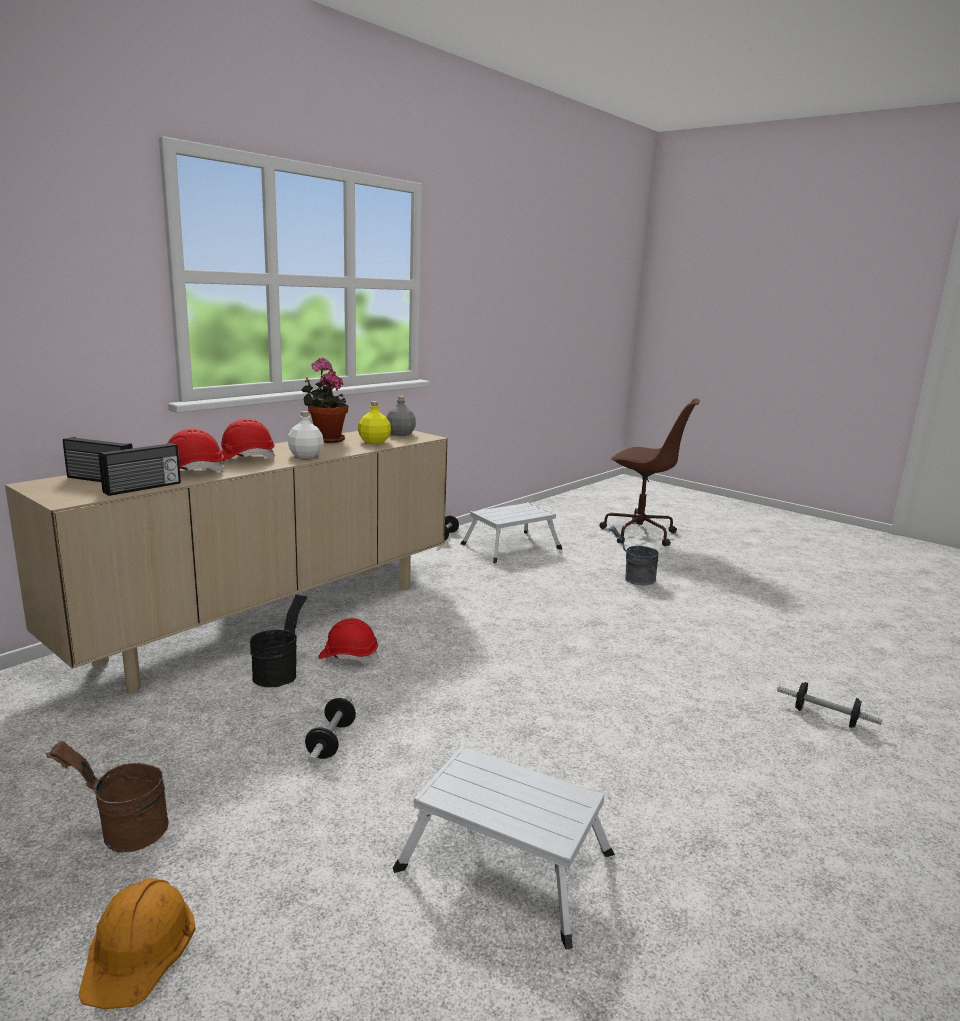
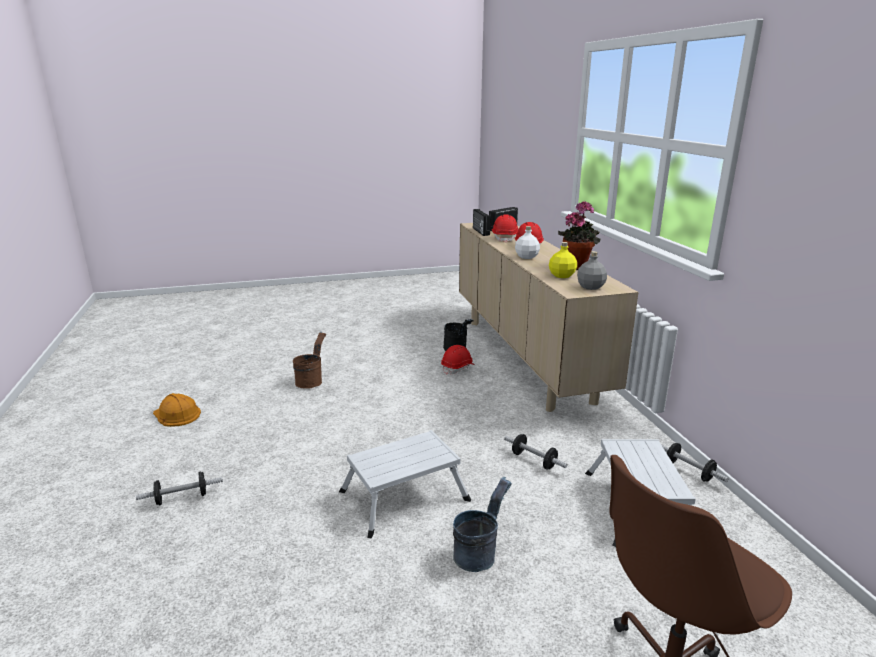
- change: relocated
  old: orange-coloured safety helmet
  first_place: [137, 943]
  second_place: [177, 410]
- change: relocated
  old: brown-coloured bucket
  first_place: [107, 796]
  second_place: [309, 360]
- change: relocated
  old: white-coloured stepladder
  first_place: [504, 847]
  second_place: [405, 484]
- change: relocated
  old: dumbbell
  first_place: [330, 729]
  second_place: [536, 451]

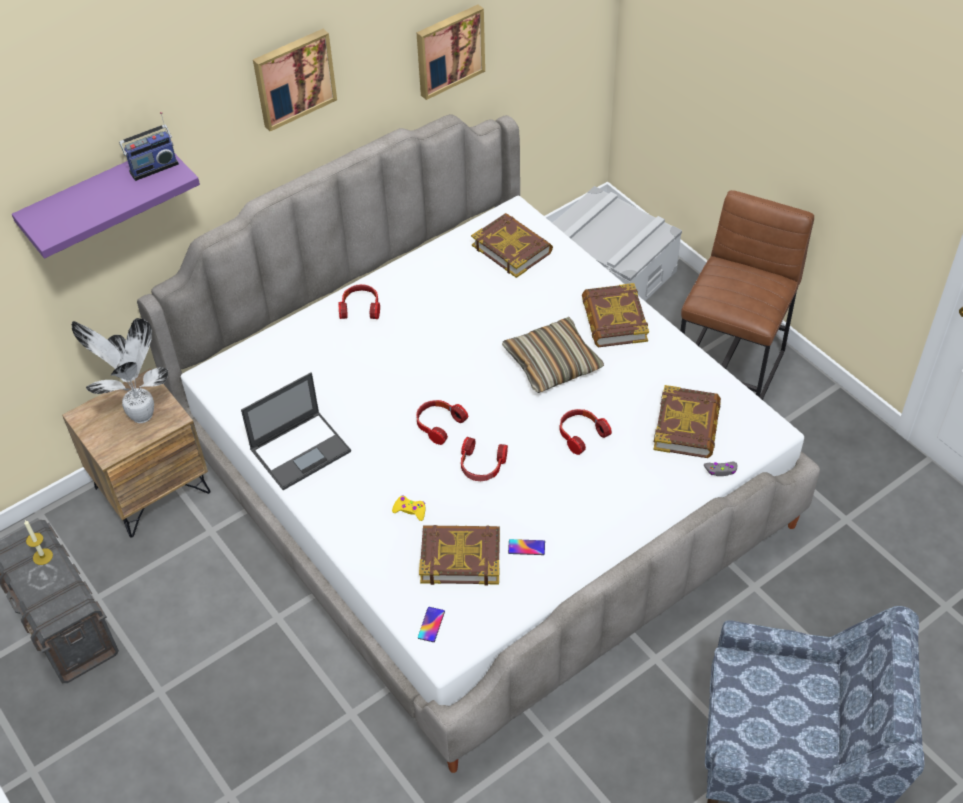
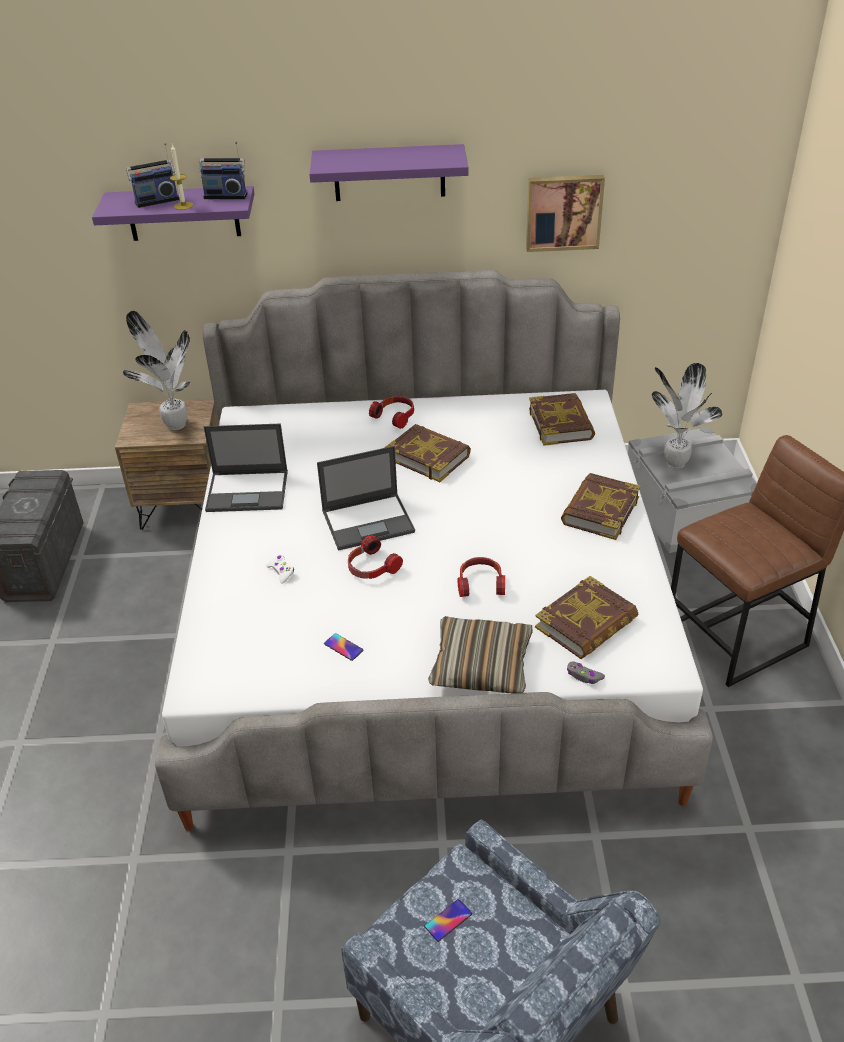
- change: appeared
  new: radio set
  second_place: [152, 175]
- change: relocated
  old: candle
  first_place: [38, 542]
  second_place: [181, 177]
- change: colour
  old: yellowish game controller
  new: white-coloured game controller
  first_place: [408, 508]
  second_place: [280, 569]
- change: exchanged
  old: wall picture
  new: purple wall shelf
  first_place: [295, 80]
  second_place: [388, 172]
- change: exchanged
  old: headphones
  new: portable computer
  first_place: [442, 422]
  second_place: [366, 498]
- change: relocated
  old: volume
  first_place: [459, 555]
  second_place: [428, 453]
- change: relocated
  old: telephone
  first_place: [431, 624]
  second_place: [448, 920]
- change: relocated
  old: cushion
  first_place: [553, 355]
  second_place: [480, 654]
- change: appeared
  new: plant in a pot
  second_place: [687, 416]

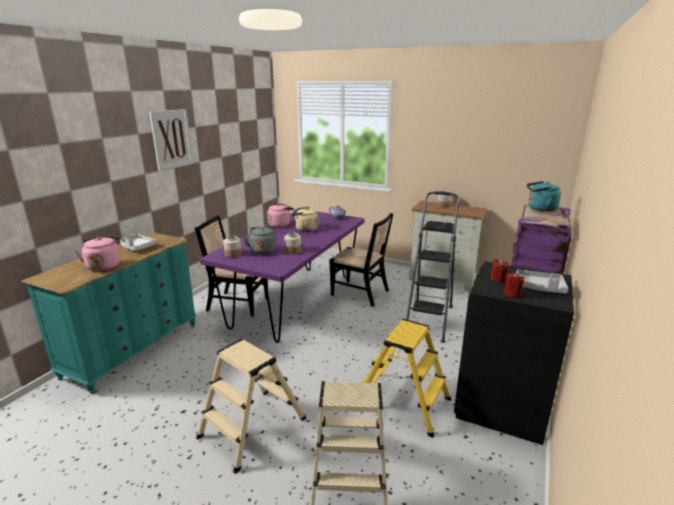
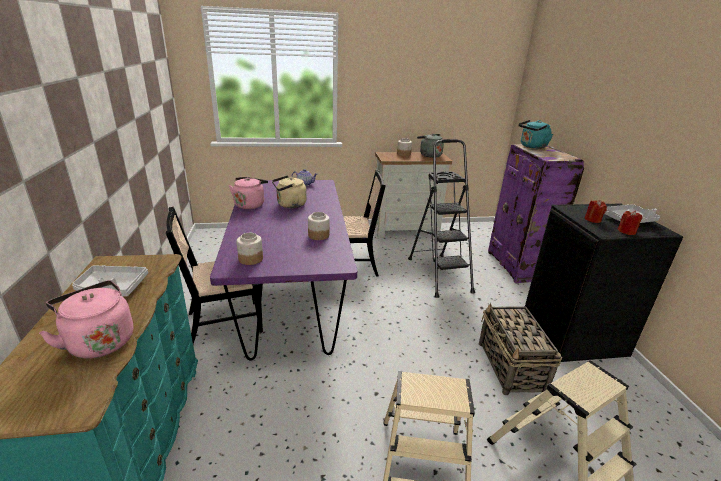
- change: relocated
  old: gray kettle
  first_place: [260, 241]
  second_place: [430, 146]
- change: exchanged
  old: yellowish stepladder
  new: storage basket
  first_place: [406, 378]
  second_place: [520, 349]
- change: missing
  old: wall picture
  first_place: [171, 140]

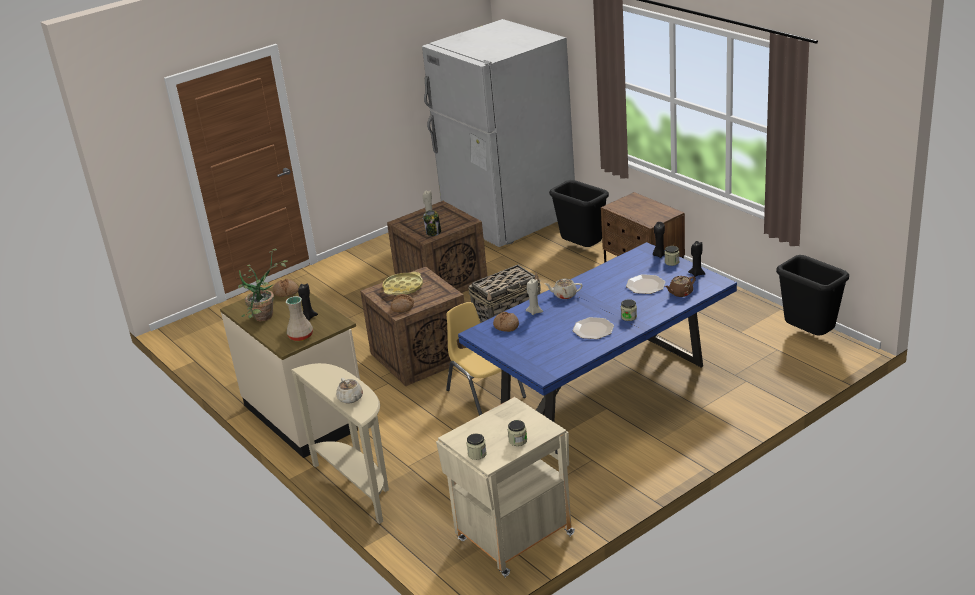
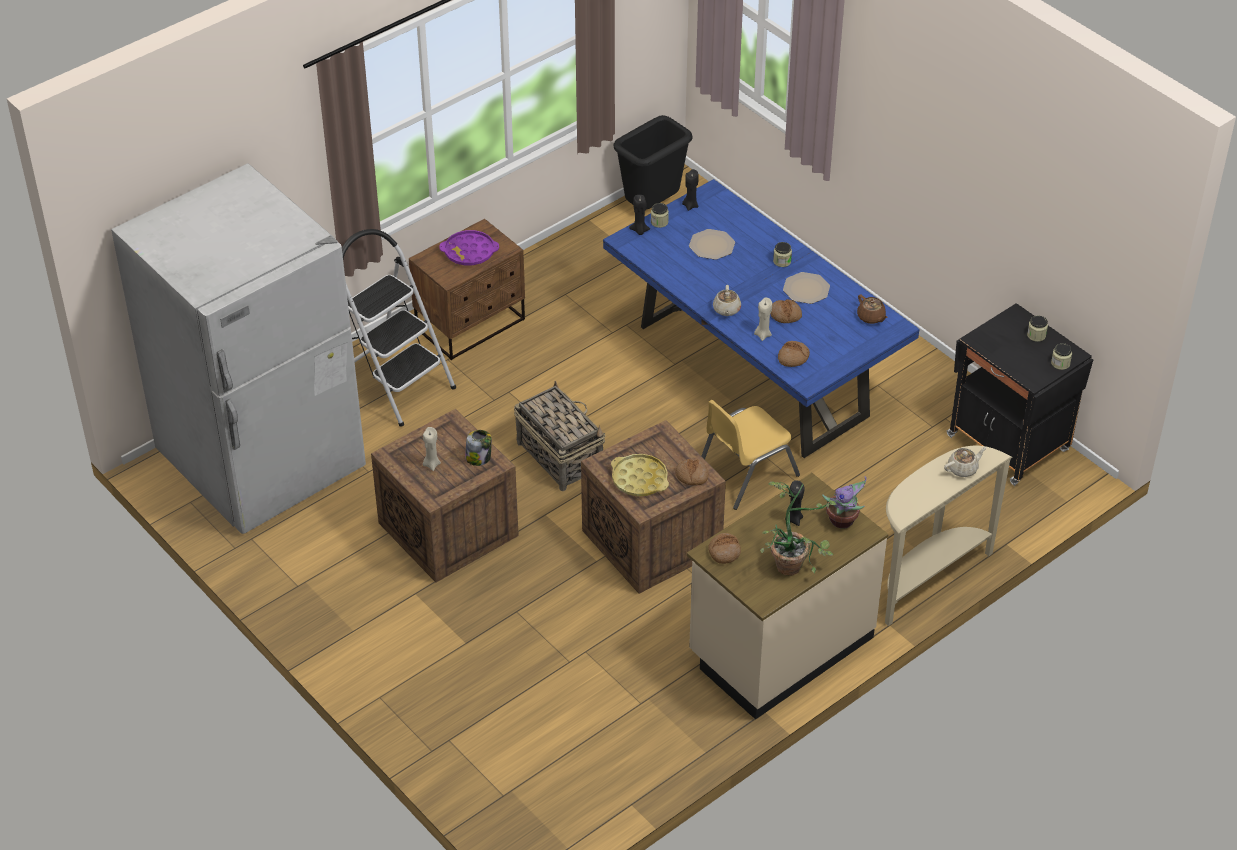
- change: exchanged
  old: black-coloured waste bin
  new: stepladder
  first_place: [579, 213]
  second_place: [399, 328]
- change: appeared
  new: purple serving tray
  second_place: [469, 247]
- change: appeared
  new: baked bread
  second_place: [786, 311]
- change: exchanged
  old: sand-coloured vase
  new: plant in a pot
  first_place: [299, 319]
  second_place: [844, 502]
- change: relocated
  old: brown-coloured teapot
  first_place: [680, 286]
  second_place: [872, 309]
- change: colour
  old: sand-coloured cart
  new: black-coloured cart
  first_place: [505, 487]
  second_place: [1019, 395]

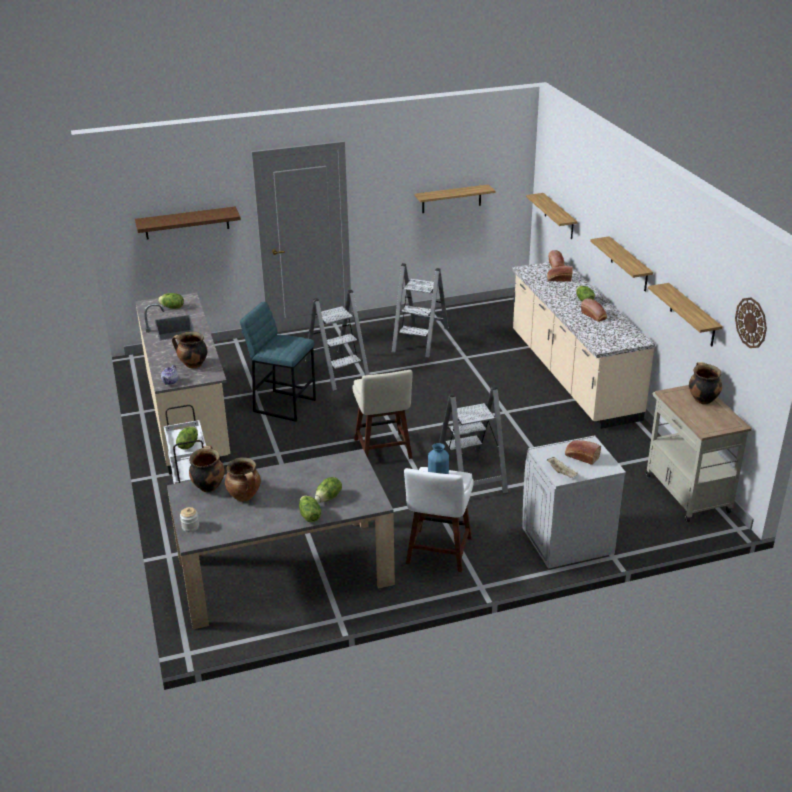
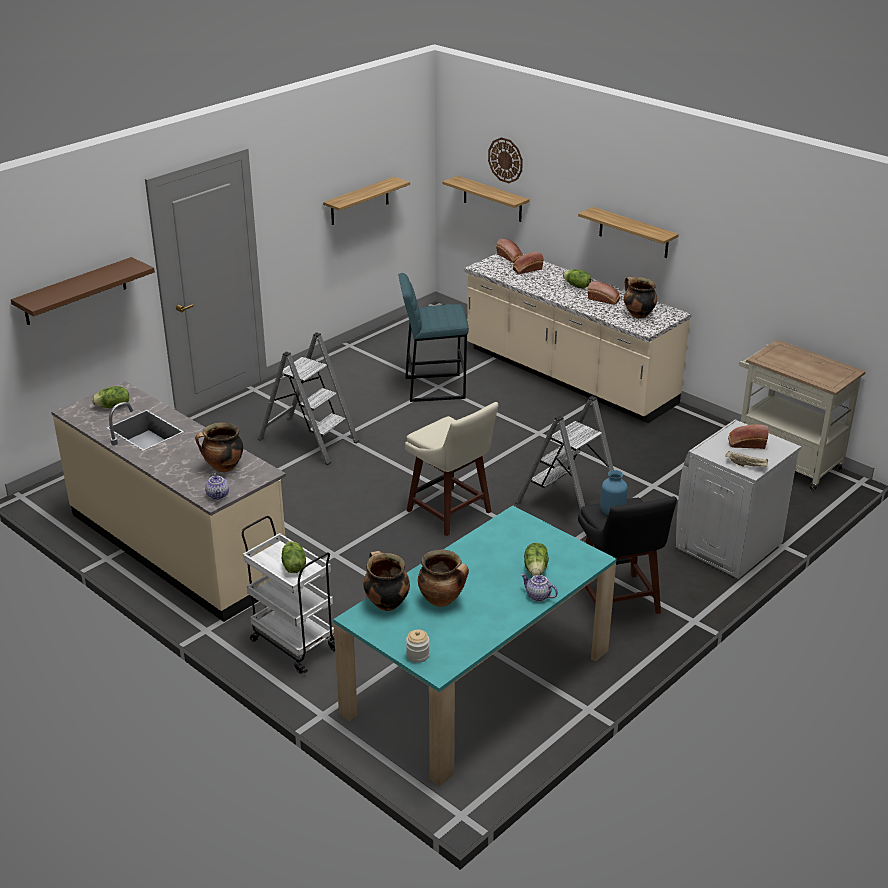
- change: colour
  old: gray kitchen table
  new: turquoise kitchen table
  first_place: [281, 539]
  second_place: [474, 645]
- change: relocated
  old: turquoise stool
  first_place: [278, 362]
  second_place: [433, 337]
- change: relocated
  old: hanging clock
  first_place: [751, 322]
  second_place: [505, 160]
- change: exchanged
  old: lettuce head
  new: teapot
  first_place: [310, 509]
  second_place: [539, 587]
- change: colour
  old: white-coloured stool
  new: black-coloured stool
  first_place: [439, 519]
  second_place: [627, 555]
- change: relocated
  old: stockpot
  first_place: [705, 383]
  second_place: [640, 297]
- change: missing
  old: gray stepladder
  first_place: [420, 311]
- change: missing
  old: wall shelf
  first_place: [685, 314]

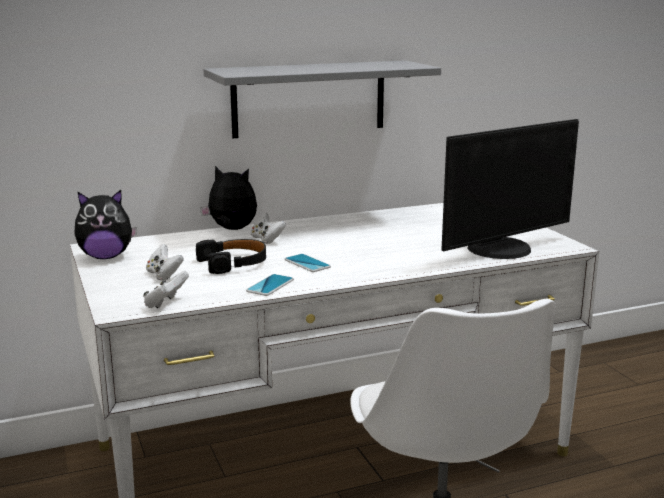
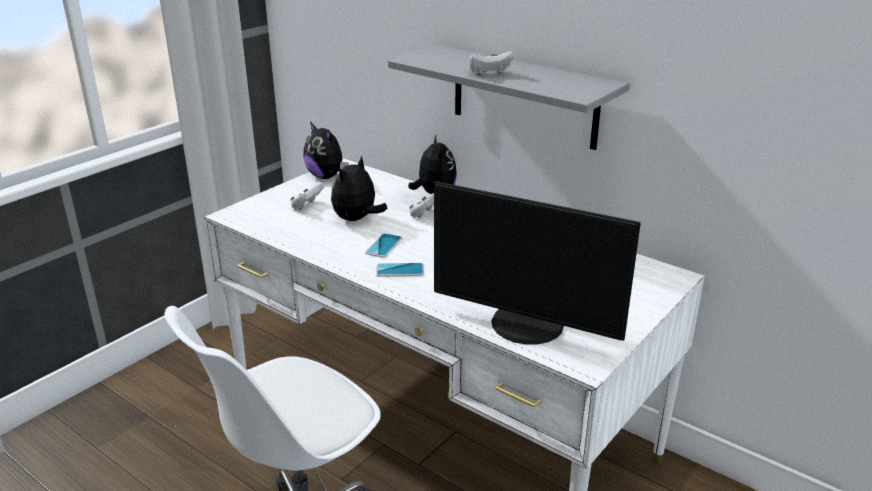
- change: exchanged
  old: black-coloured headphones
  new: cuddly toy
  first_place: [231, 256]
  second_place: [359, 188]
- change: relocated
  old: telephone
  first_place: [270, 285]
  second_place: [400, 270]
- change: relocated
  old: white-coloured game controller
  first_place: [166, 290]
  second_place: [491, 62]

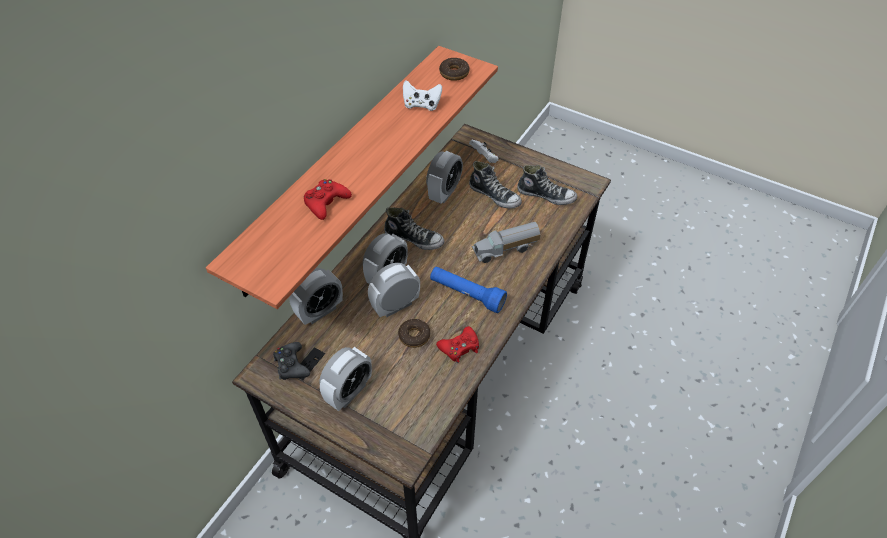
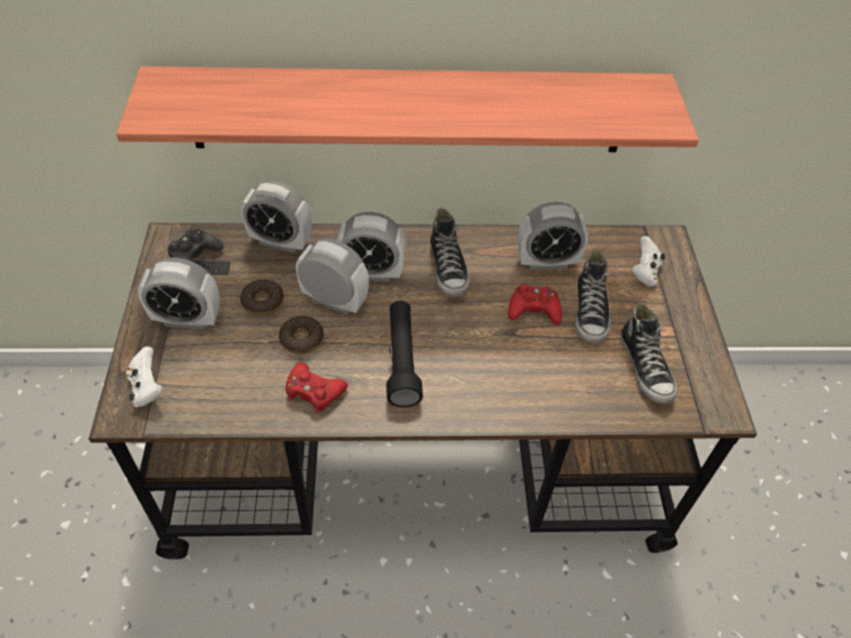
- change: relocated
  old: white-coloured game controller
  first_place: [422, 95]
  second_place: [144, 376]
- change: relocated
  old: donut
  first_place: [454, 69]
  second_place: [262, 298]
- change: colour
  old: blue-coloured flashlight
  new: black-coloured flashlight
  first_place: [468, 290]
  second_place: [404, 354]
- change: relocated
  old: red game controller
  first_place: [328, 199]
  second_place: [535, 304]
- change: missing
  old: model truck
  first_place: [506, 242]

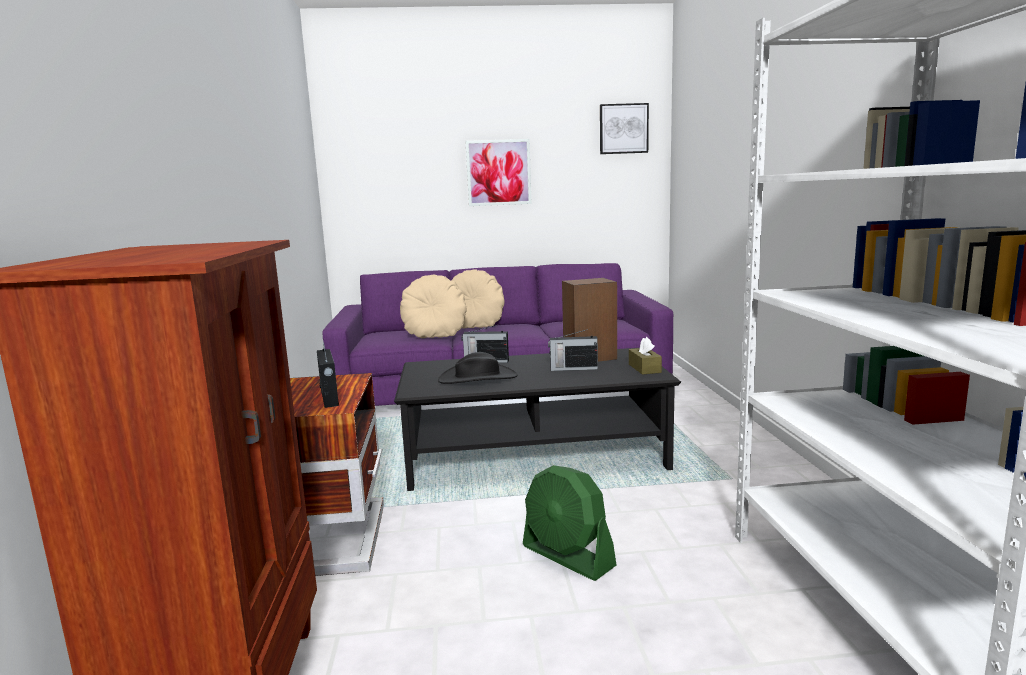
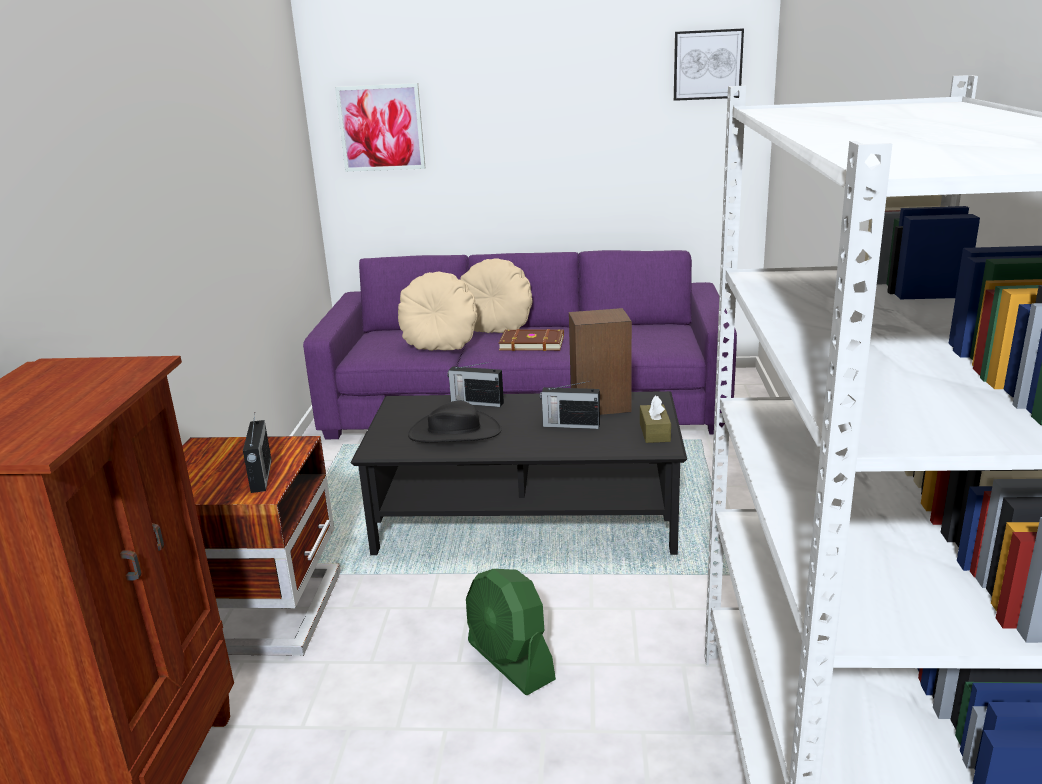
- change: relocated
  old: wall picture
  first_place: [498, 172]
  second_place: [380, 127]
- change: appeared
  new: brown-coloured volume
  second_place: [531, 340]

